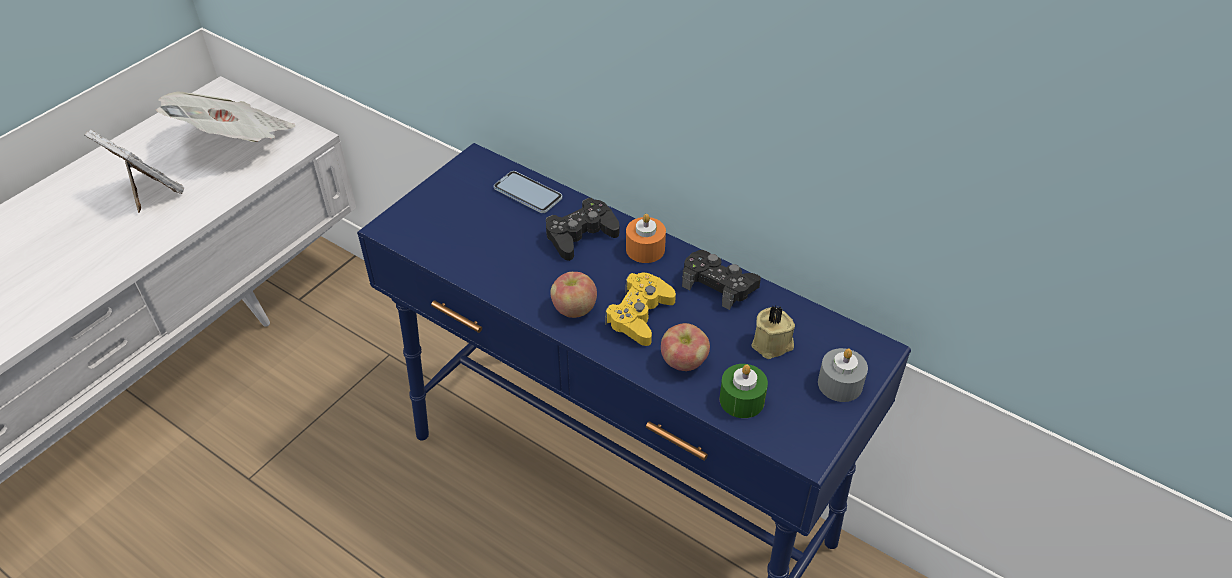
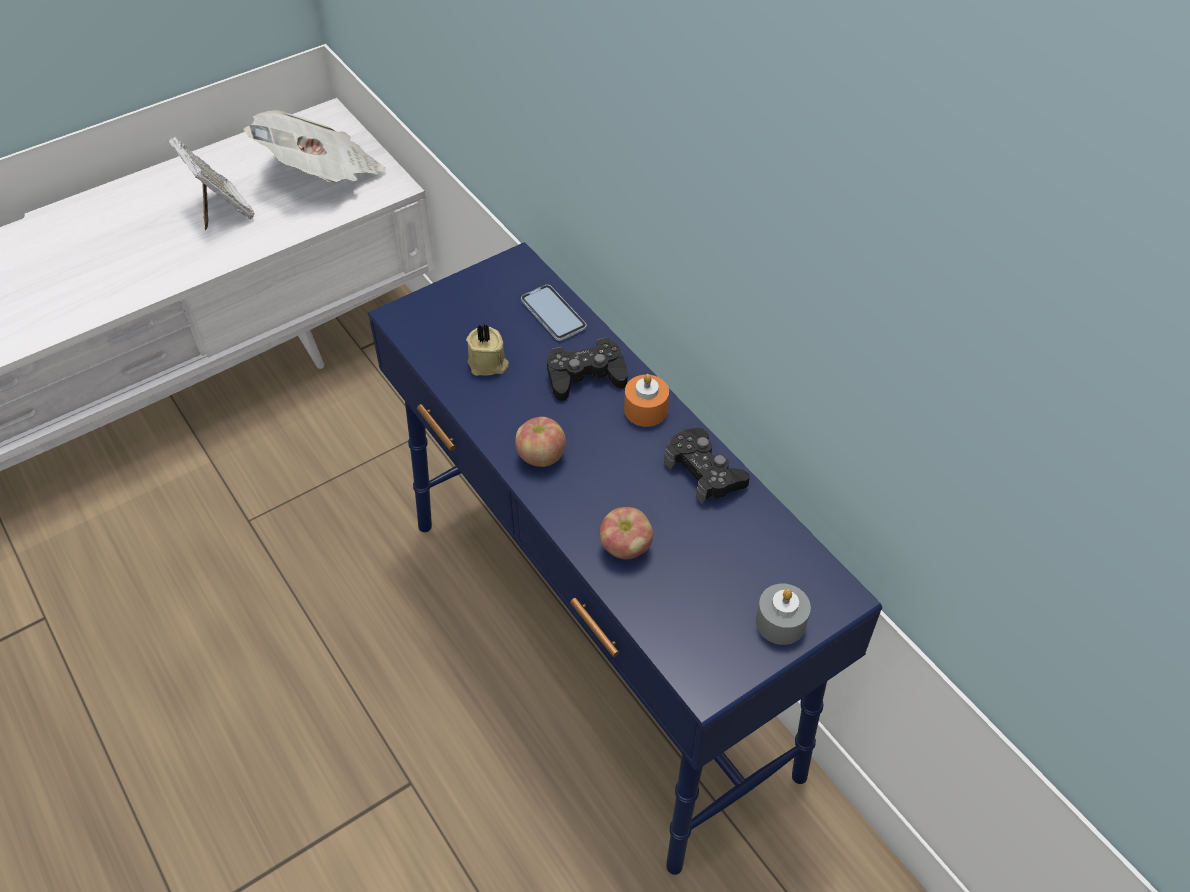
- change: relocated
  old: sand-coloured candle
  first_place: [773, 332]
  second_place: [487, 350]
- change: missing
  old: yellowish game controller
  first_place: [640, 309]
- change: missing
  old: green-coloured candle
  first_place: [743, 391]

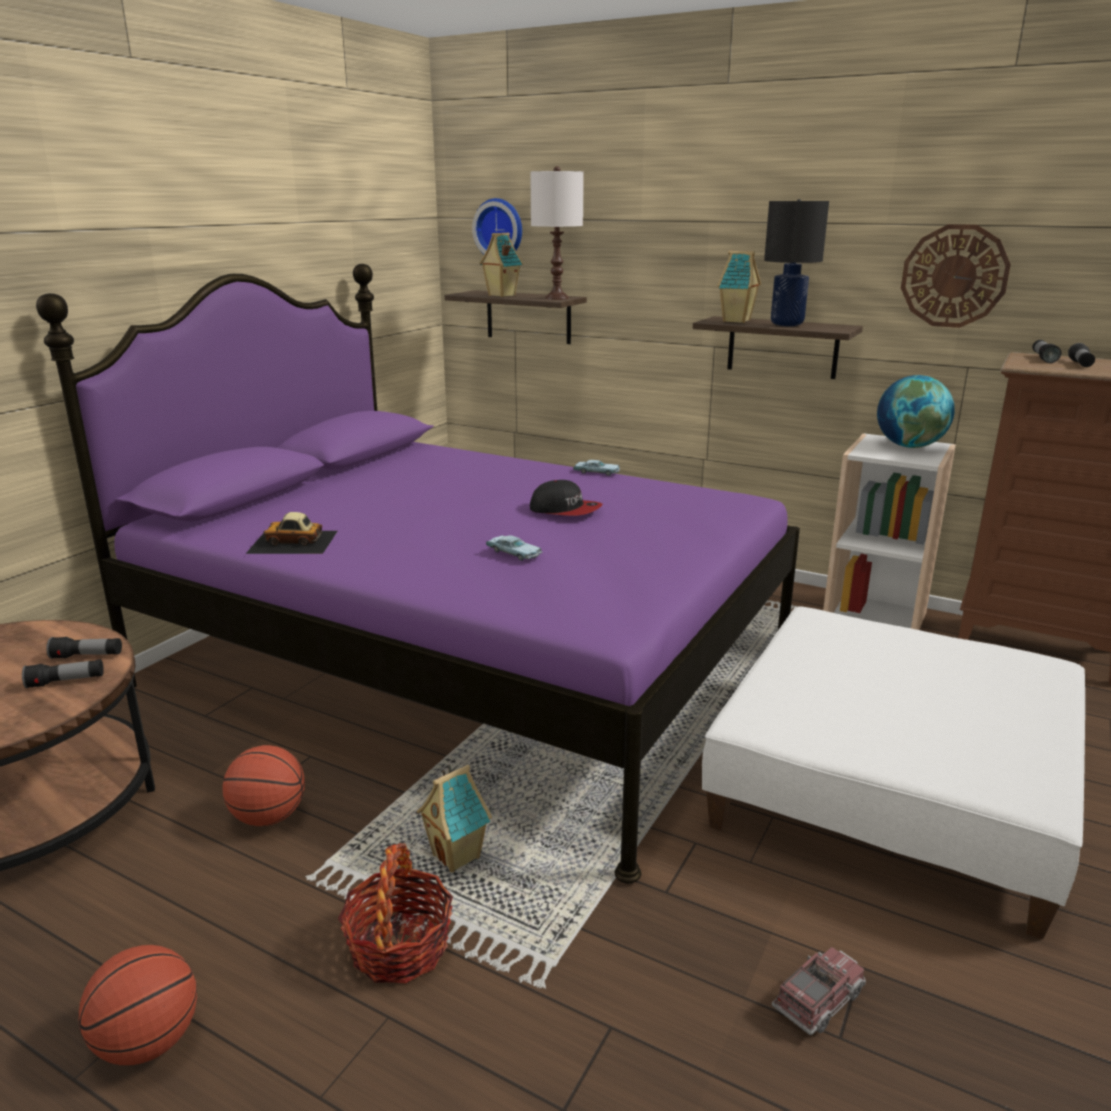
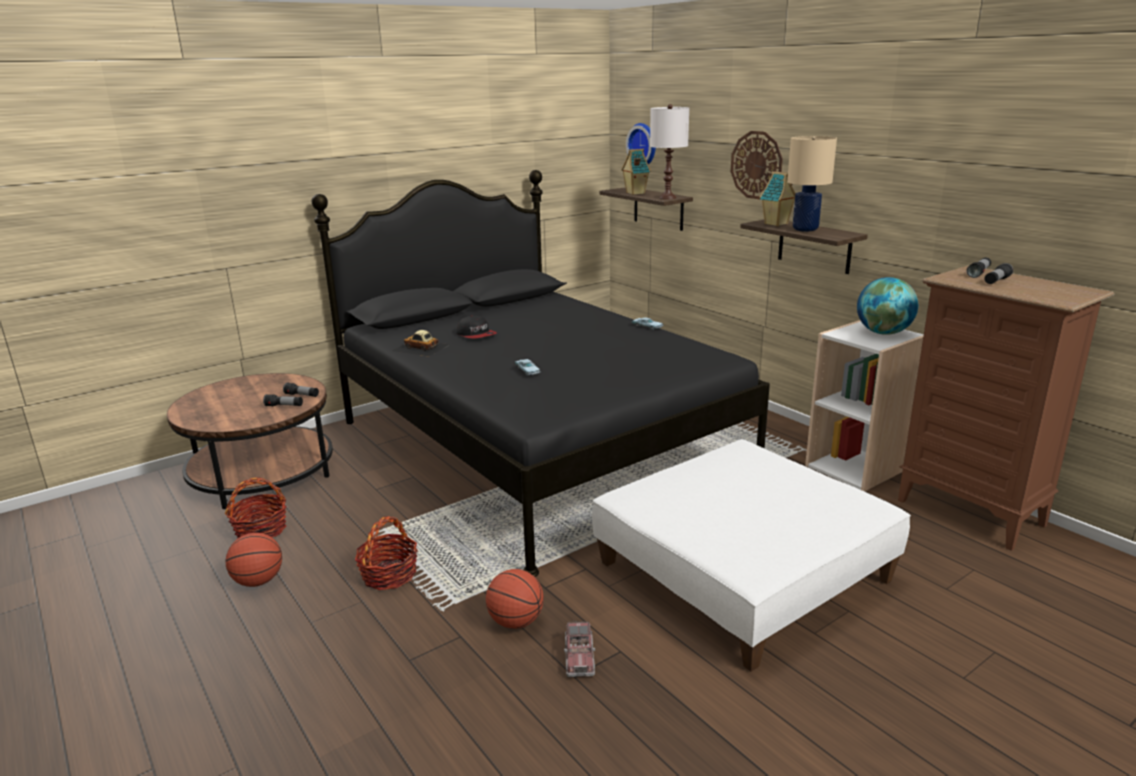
- change: appeared
  new: storage basket
  second_place: [255, 507]
- change: colour
  old: purple bedroom bed
  new: black-coloured bedroom bed
  first_place: [418, 574]
  second_place: [540, 373]
- change: relocated
  old: baseball cap
  first_place: [566, 498]
  second_place: [476, 327]
- change: relocated
  old: ball for basketball
  first_place: [263, 785]
  second_place: [515, 599]
- change: spun
  old: model truck
  first_place: [819, 991]
  second_place: [579, 649]
  degrees: 105
- change: relocated
  old: hanging clock
  first_place: [956, 276]
  second_place: [757, 165]
- change: colour
  old: black-coloured lamp for a table
  new: sand-coloured lamp for a table
  first_place: [796, 262]
  second_place: [812, 184]
- change: missing
  old: miniature house
  first_place: [454, 818]

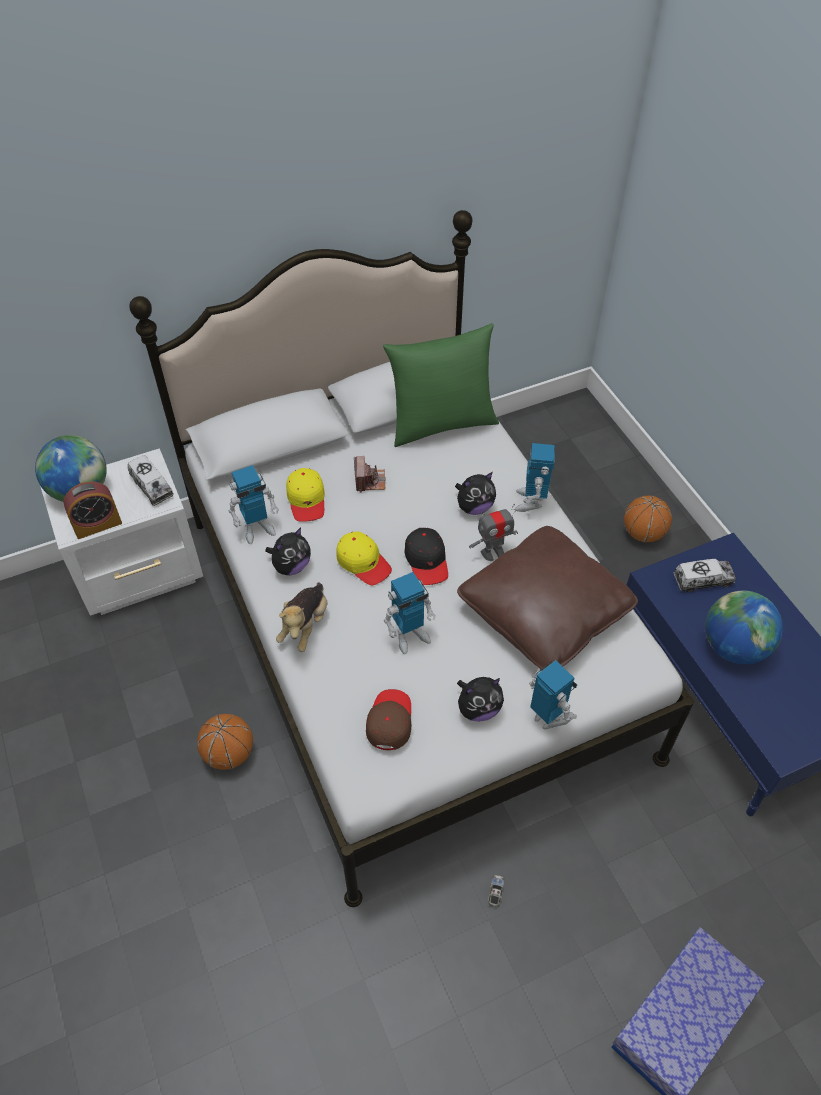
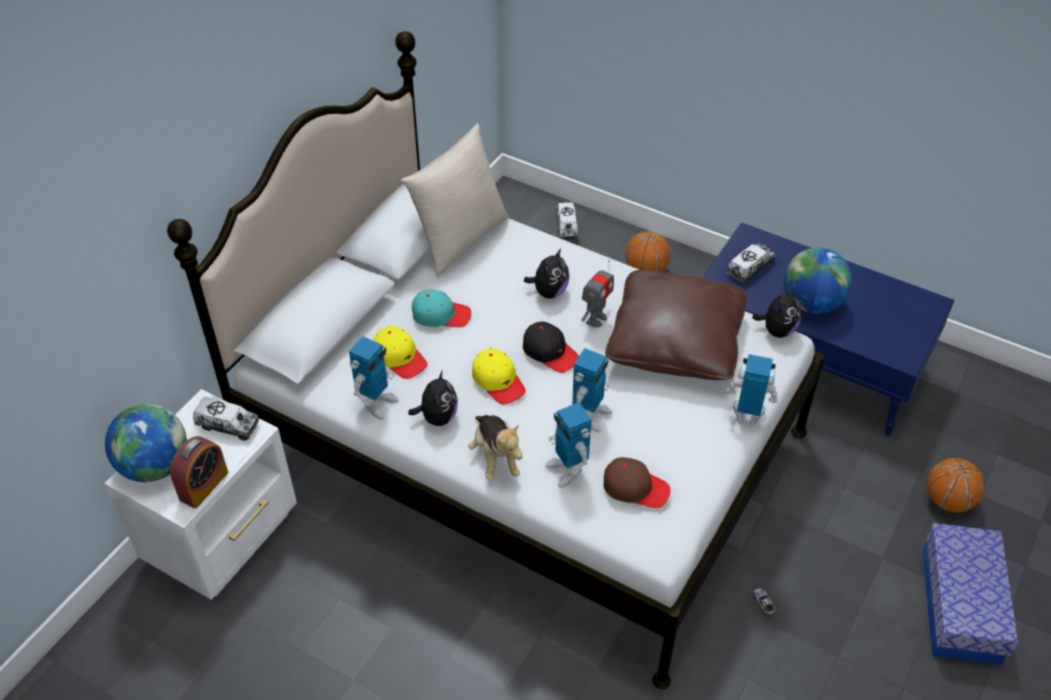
- change: colour
  old: green-coloured cushion
  new: sand-coloured cushion
  first_place: [441, 385]
  second_place: [455, 200]
- change: exchanged
  old: photo camera
  new: turquoise baseball cap
  first_place: [370, 474]
  second_place: [441, 308]
- change: spun
  old: yellowish baseball cap
  first_place: [364, 558]
  second_place: [499, 376]
  degrees: 45
- change: relocated
  old: model robot
  first_place: [535, 477]
  second_place: [568, 445]
- change: appeared
  new: model truck
  second_place: [567, 222]
- change: spun
  old: brown-coloured baseball cap
  first_place: [389, 719]
  second_place: [637, 482]
  degrees: 135
- change: relocated
  old: cuddly toy
  first_place: [480, 699]
  second_place: [776, 312]
- change: relocated
  old: ball for basketball
  first_place: [225, 742]
  second_place: [956, 485]

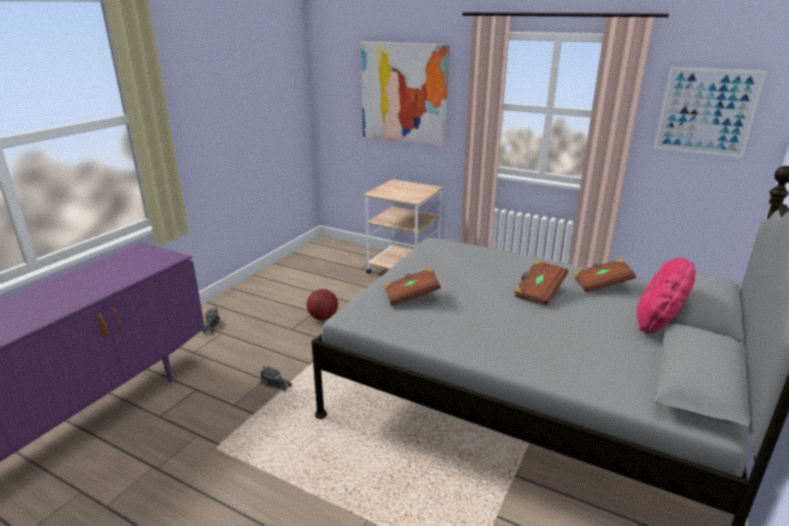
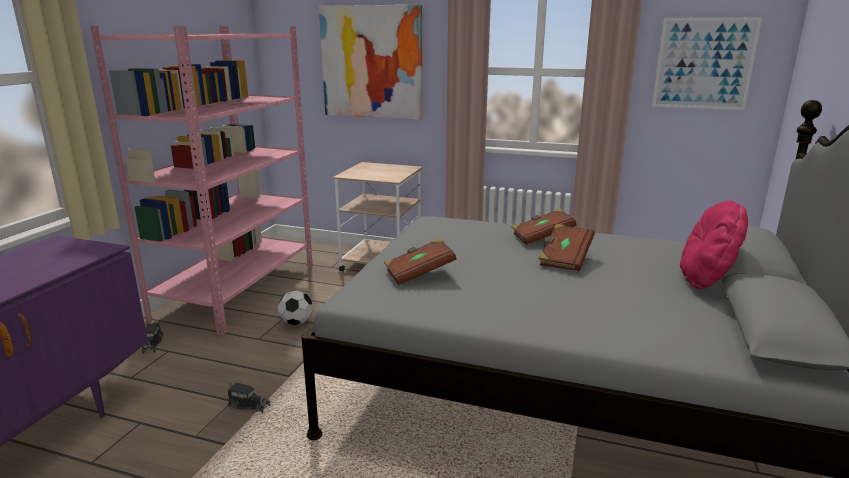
- change: appeared
  new: pink bookcase
  second_place: [201, 180]
- change: exchanged
  old: ball for basketball
  new: football
  first_place: [322, 304]
  second_place: [295, 307]
- change: relocated
  old: brown-coloured volume
  first_place: [604, 275]
  second_place: [544, 226]

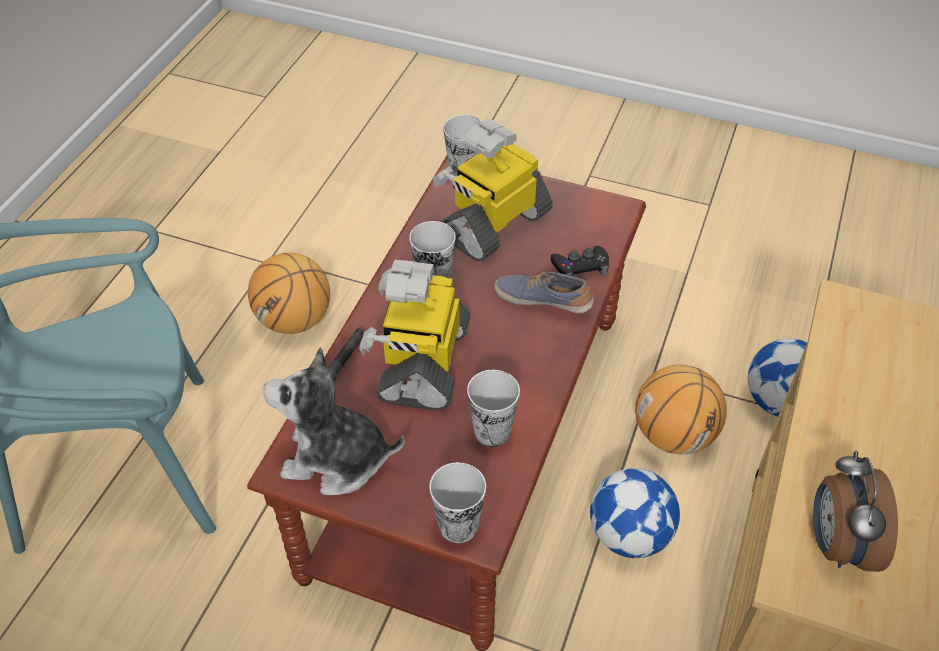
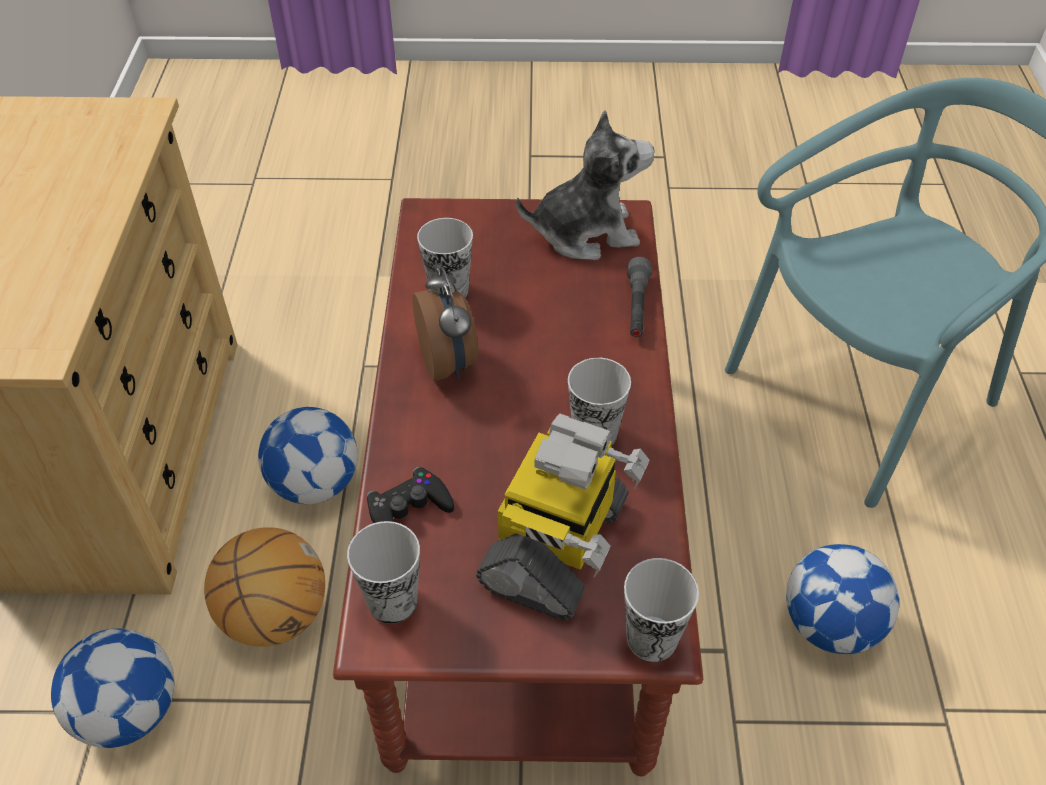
- change: relocated
  old: cup
  first_place: [457, 502]
  second_place: [383, 572]
- change: relocated
  old: alarm clock
  first_place: [855, 511]
  second_place: [445, 324]
- change: exchanged
  old: ball for basketball
  new: football
  first_place: [289, 293]
  second_place: [842, 599]
- change: missing
  old: model robot
  first_place: [414, 335]
- change: missing
  old: low shoe
  first_place: [544, 292]

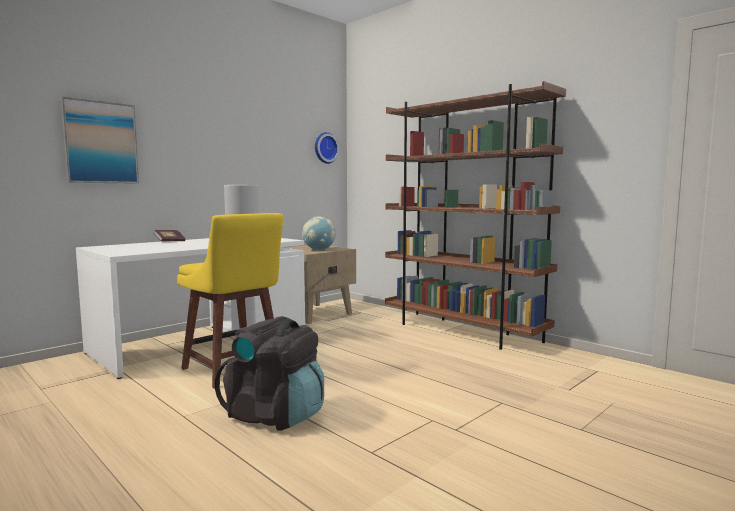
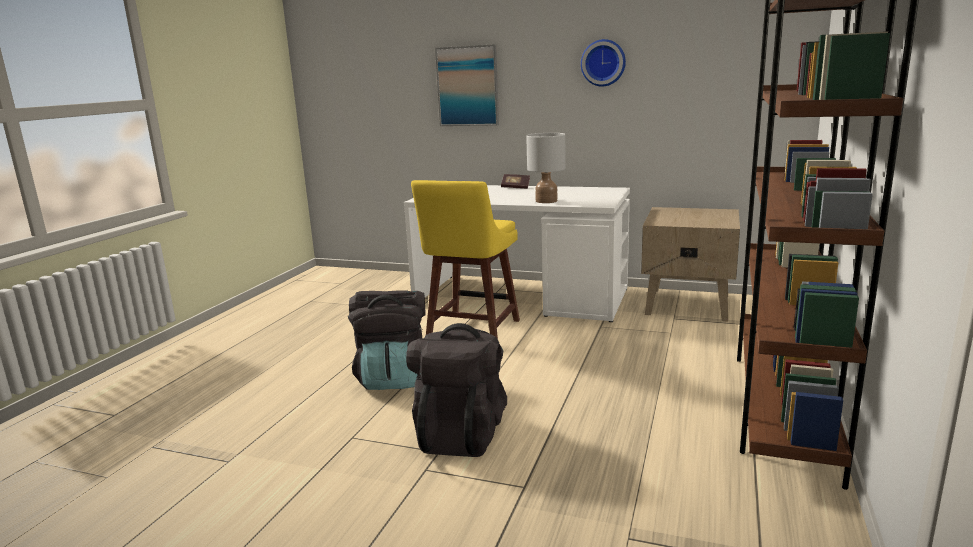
- change: appeared
  new: black-coloured backpack
  second_place: [456, 390]
- change: relocated
  old: hanging clock
  first_place: [327, 148]
  second_place: [603, 63]
- change: missing
  old: globe
  first_place: [319, 233]

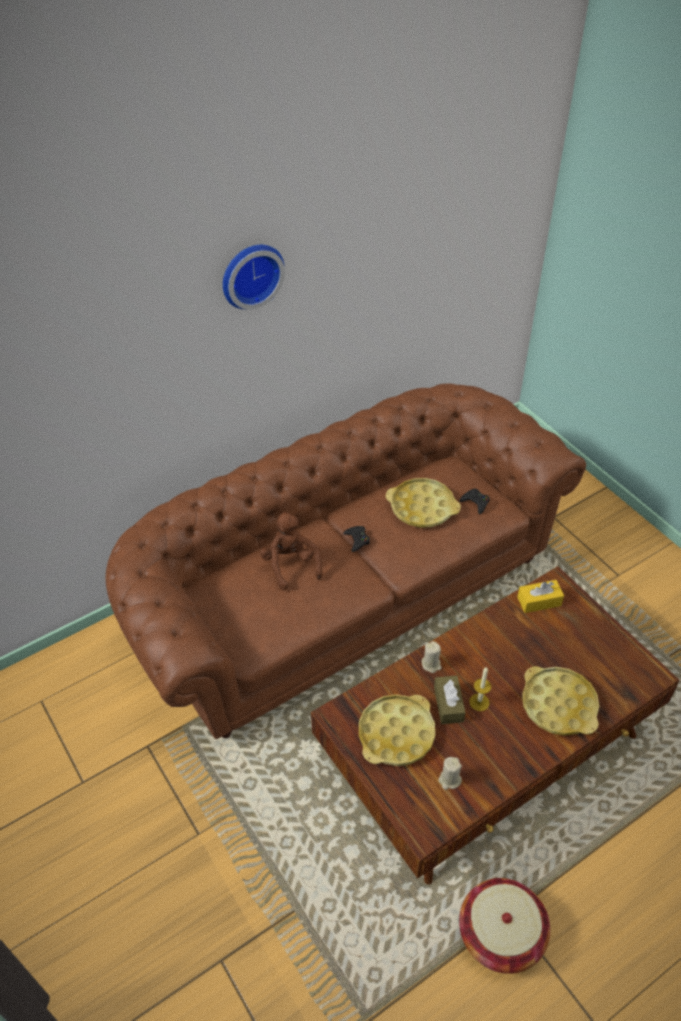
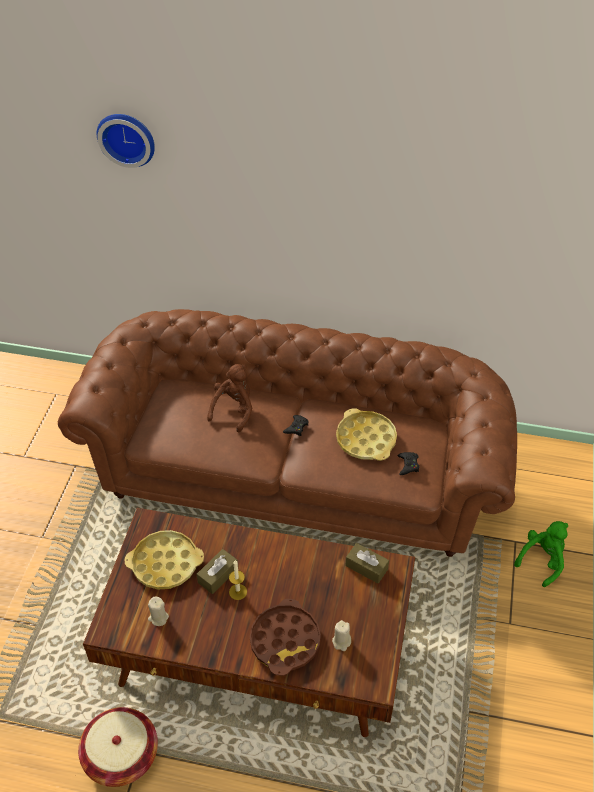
- change: relocated
  old: hanging clock
  first_place: [254, 277]
  second_place: [126, 141]
- change: colour
  old: yellowish serving tray
  new: brown-coloured serving tray
  first_place: [560, 701]
  second_place: [285, 637]
- change: relocated
  old: sand-coloured candle
  first_place: [432, 657]
  second_place: [341, 635]
- change: colour
  old: yellowish tissue holder
  new: brown-coloured tissue holder
  first_place: [540, 596]
  second_place: [367, 563]
- change: appeared
  new: green-coloured cuddly toy
  second_place: [541, 554]

